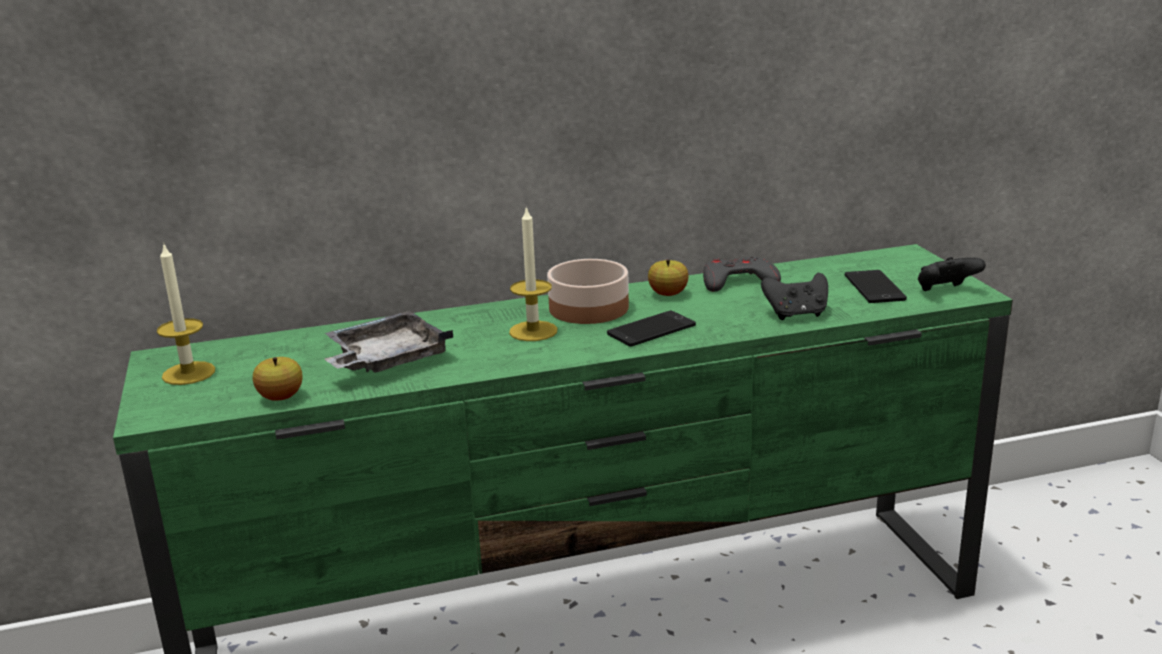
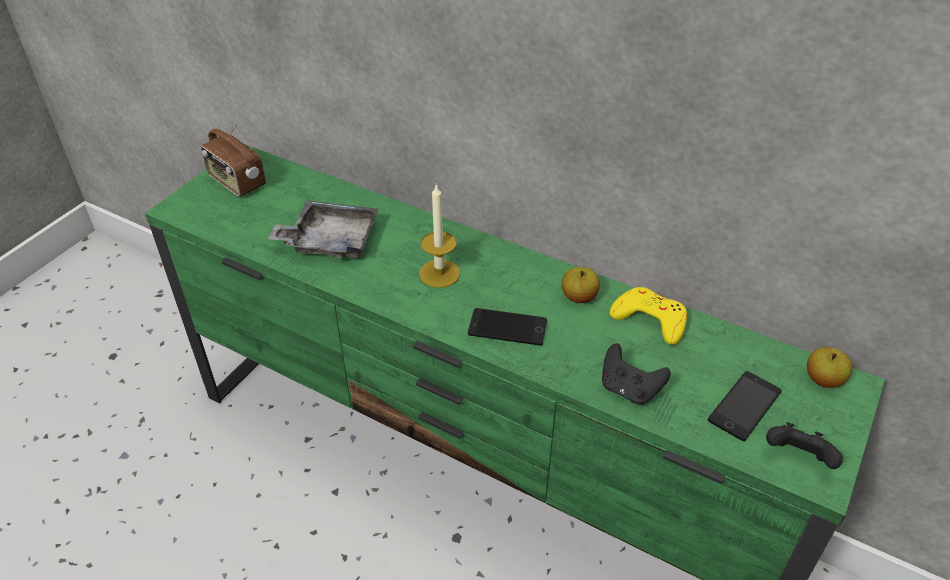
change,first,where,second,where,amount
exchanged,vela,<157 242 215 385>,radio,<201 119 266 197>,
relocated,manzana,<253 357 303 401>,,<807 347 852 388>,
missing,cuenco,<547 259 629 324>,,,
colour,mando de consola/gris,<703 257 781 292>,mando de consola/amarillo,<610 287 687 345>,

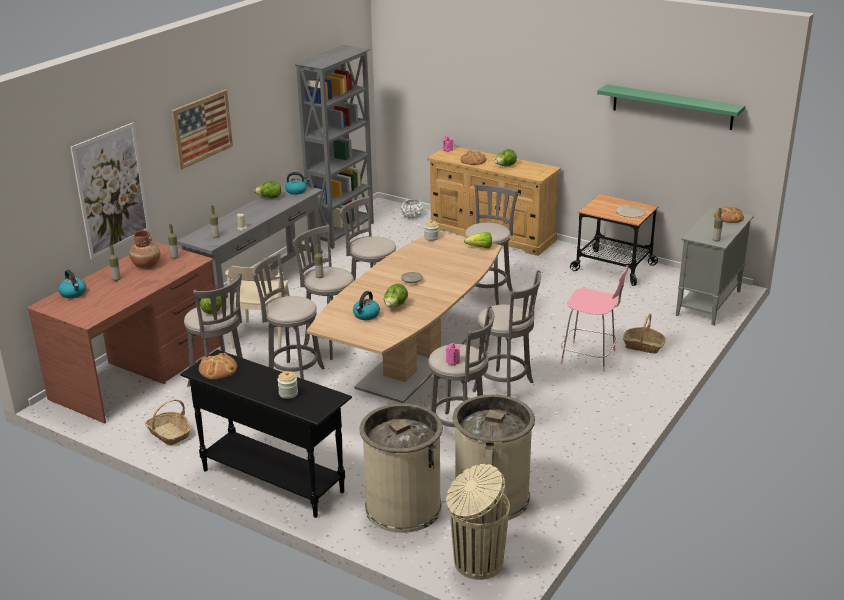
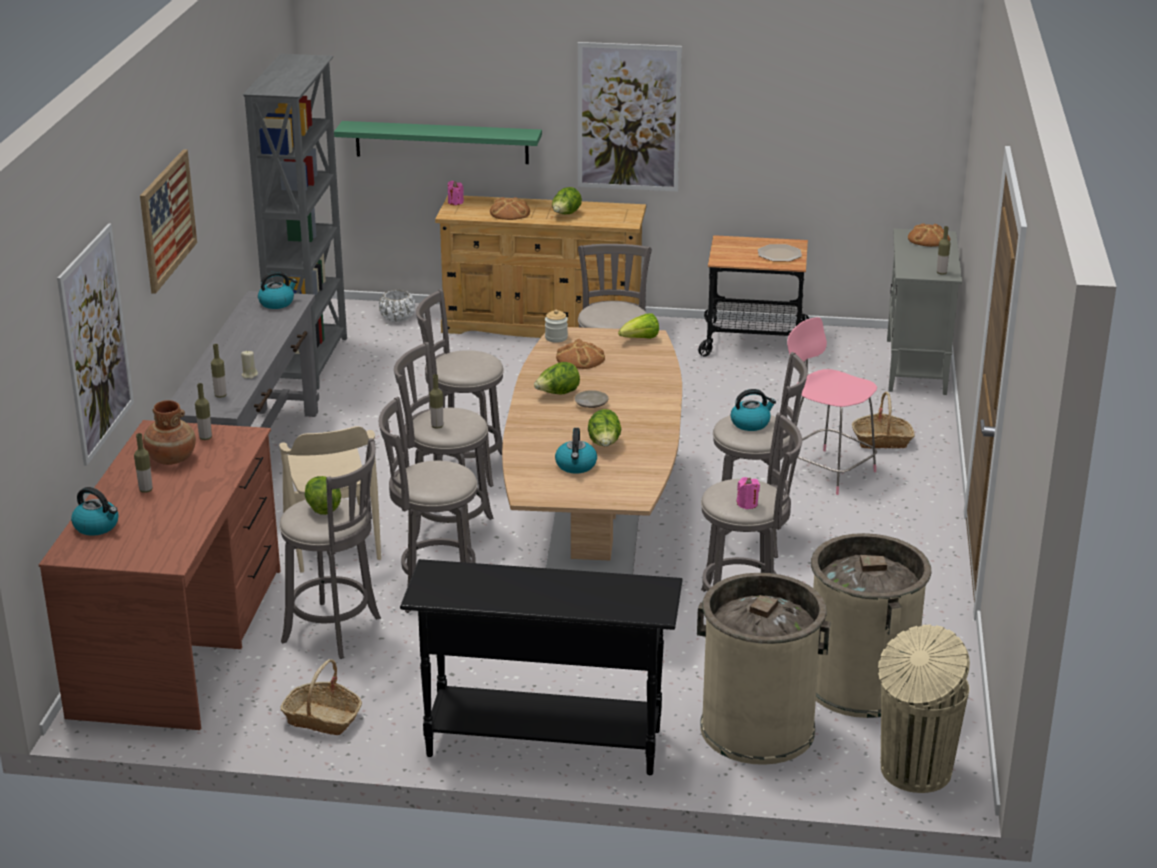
change,first,where,second,where,amount
relocated,pan,<199 353 237 379>,,<556 339 605 369>,
relocated,lechuga,<254 181 281 199>,,<534 362 580 395>,
missing,tarro,<277 371 298 399>,,,
spun,silla/rosa,<561 265 629 372>,,<787 317 877 495>,135 degrees counterclockwise
relocated,estante/verde,<597 84 745 130>,,<334 121 542 164>,
appeared,,,cuadro,<578 42 682 191>,
appeared,,,hervidor,<731 389 776 431>,

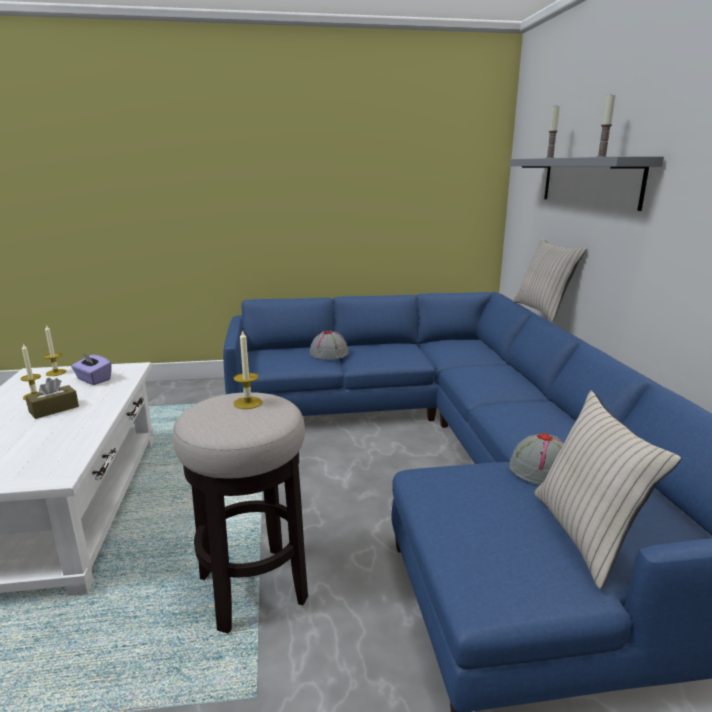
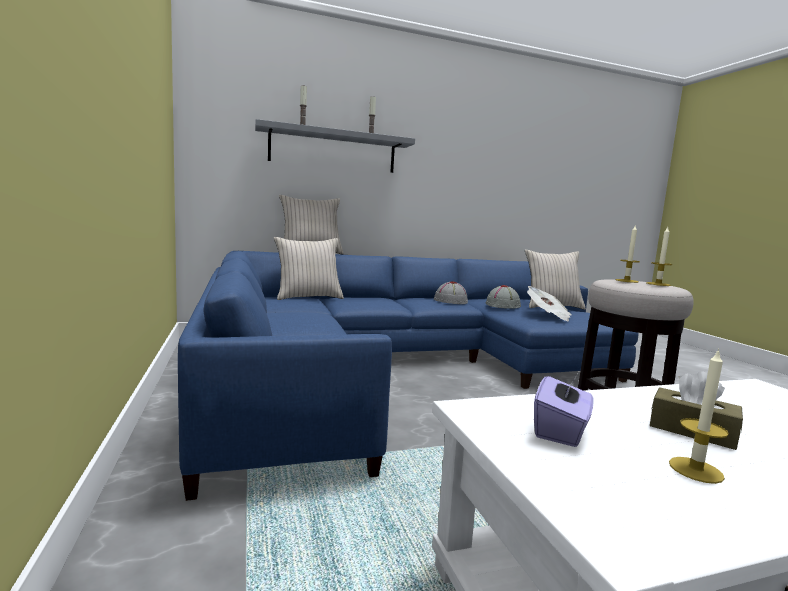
change,first,where,second,where,amount
relocated,vela,<44 324 66 376>,,<647 227 673 286>,
relocated,sombrero/gris,<310 331 349 360>,,<434 281 468 304>,
appeared,,,cojín/beis,<274 237 344 300>,
appeared,,,periódico,<527 286 572 321>,

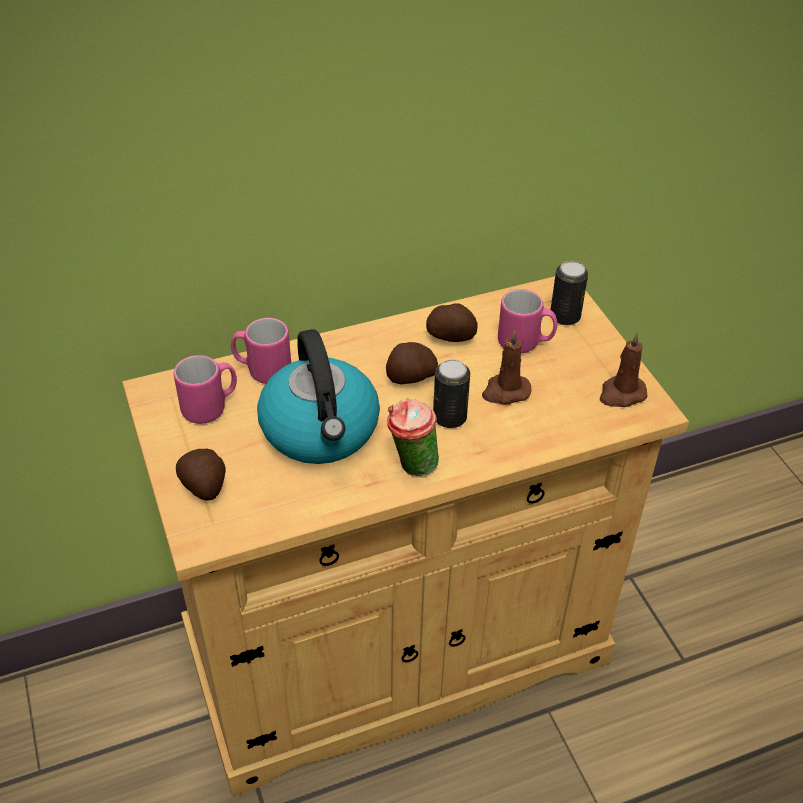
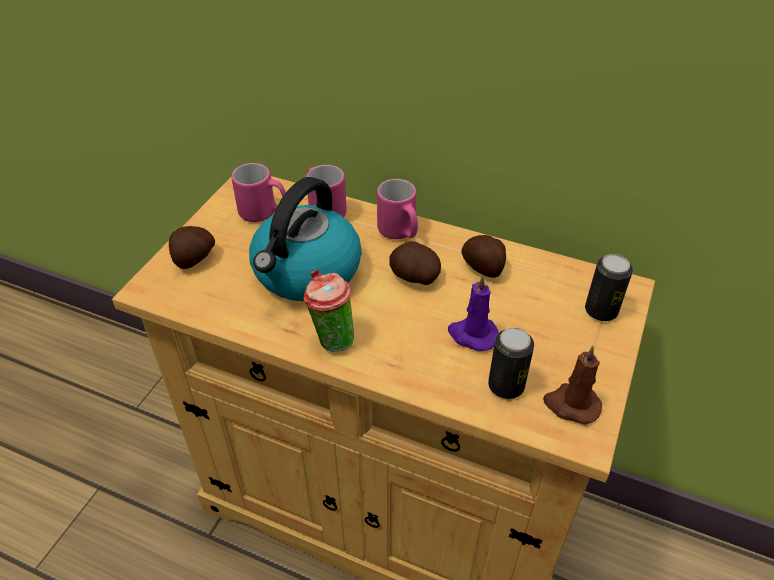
change,first,where,second,where,amount
relocated,lata,<433 359 470 428>,,<488 327 534 399>,
colour,vela/marrón,<482 329 532 404>,vela/morado,<448 275 499 352>,
relocated,taza grande/rosa,<498 289 557 353>,,<377 179 418 239>,

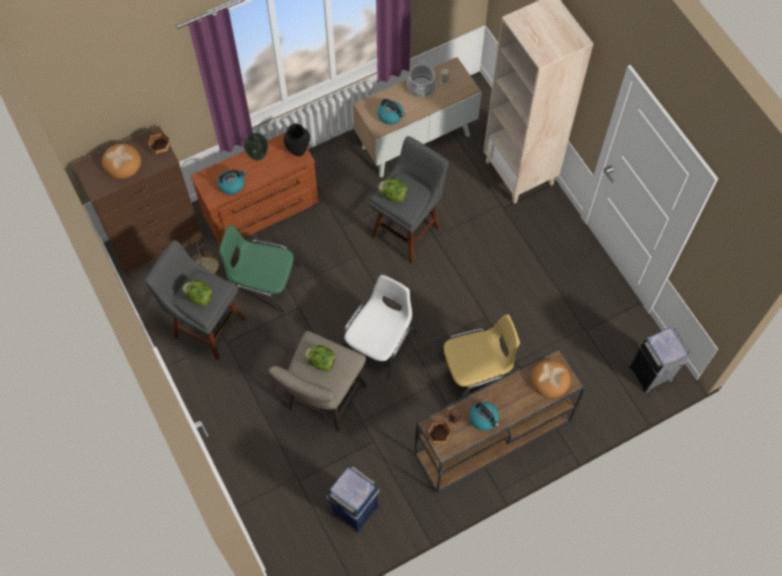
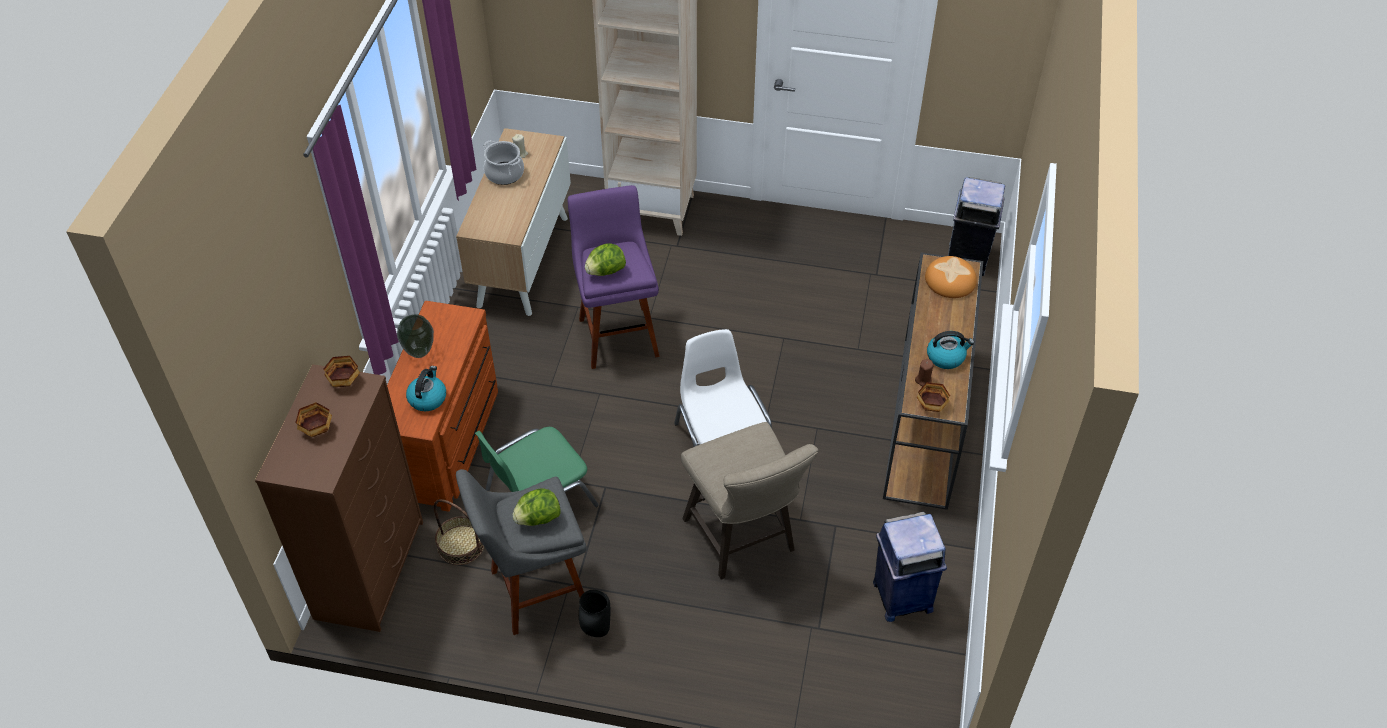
change,first,where,second,where,amount
exchanged,pan,<102 144 141 179>,cuenco,<295 402 332 437>,
relocated,florero/negro,<283 124 310 156>,,<579 590 610 637>,
missing,lechuga,<304 345 335 372>,,,
colour,taburete/gris,<368 136 449 264>,taburete/morado,<568 185 660 369>,
missing,hervidor,<378 99 405 124>,,,
missing,silla/amarillo,<438 314 520 401>,,,

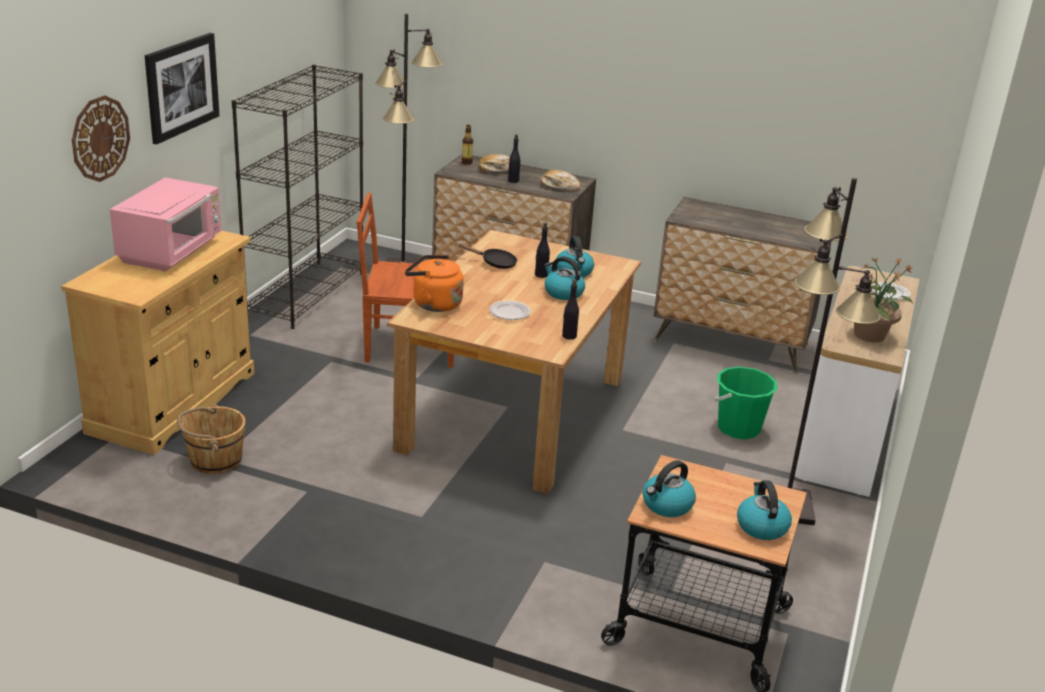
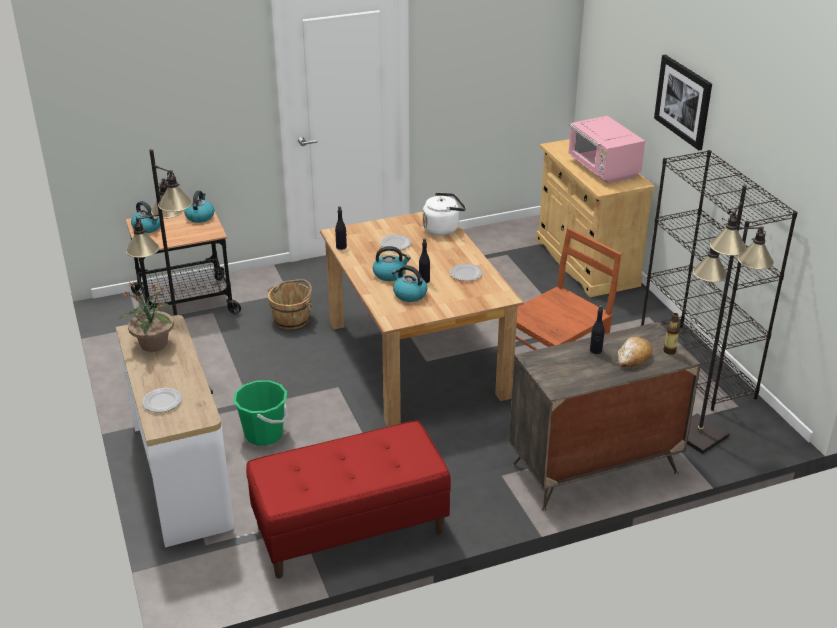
change,first,where,second,where,amount
missing,reloj de pared,<72 95 130 182>,,,
relocated,cubo/marrón,<177 404 246 474>,,<268 279 313 330>,
colour,hervidor/naranja,<405 255 464 312>,hervidor/blanco,<423 193 466 236>,
exchanged,sartén/negro,<459 244 517 269>,plato,<450 264 483 281>,
missing,pan,<541 170 581 191>,,,
exchanged,cómoda,<653 197 832 374>,banco/rojo,<246 421 451 578>,

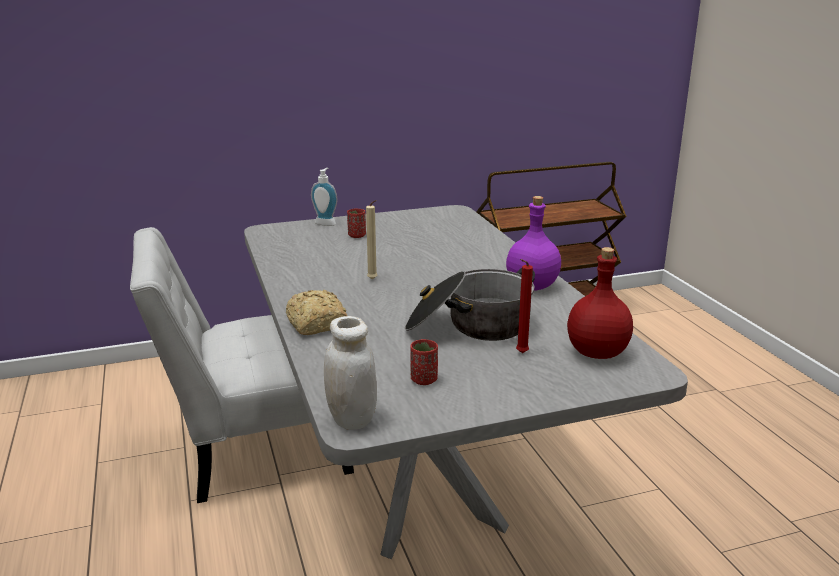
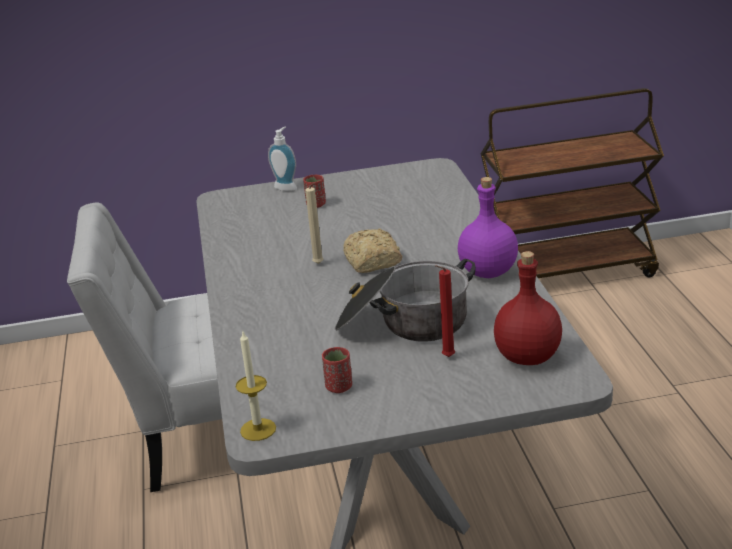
change,first,where,second,where,amount
relocated,pan,<286 290 347 335>,,<343 229 402 273>,
exchanged,tarro/blanco,<324 316 377 430>,vela,<235 332 276 441>,

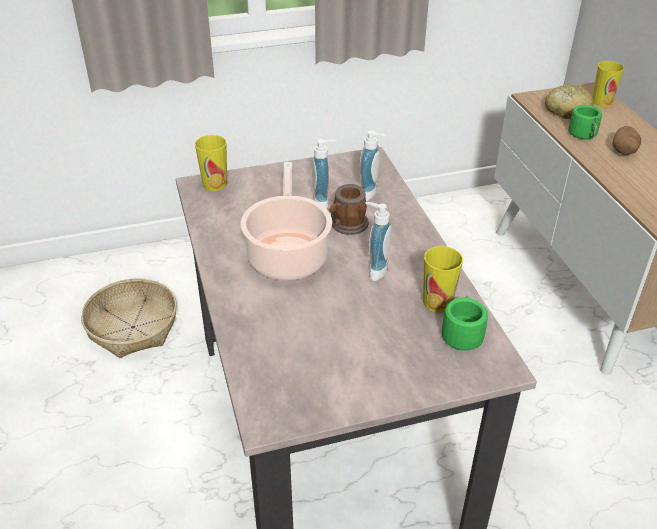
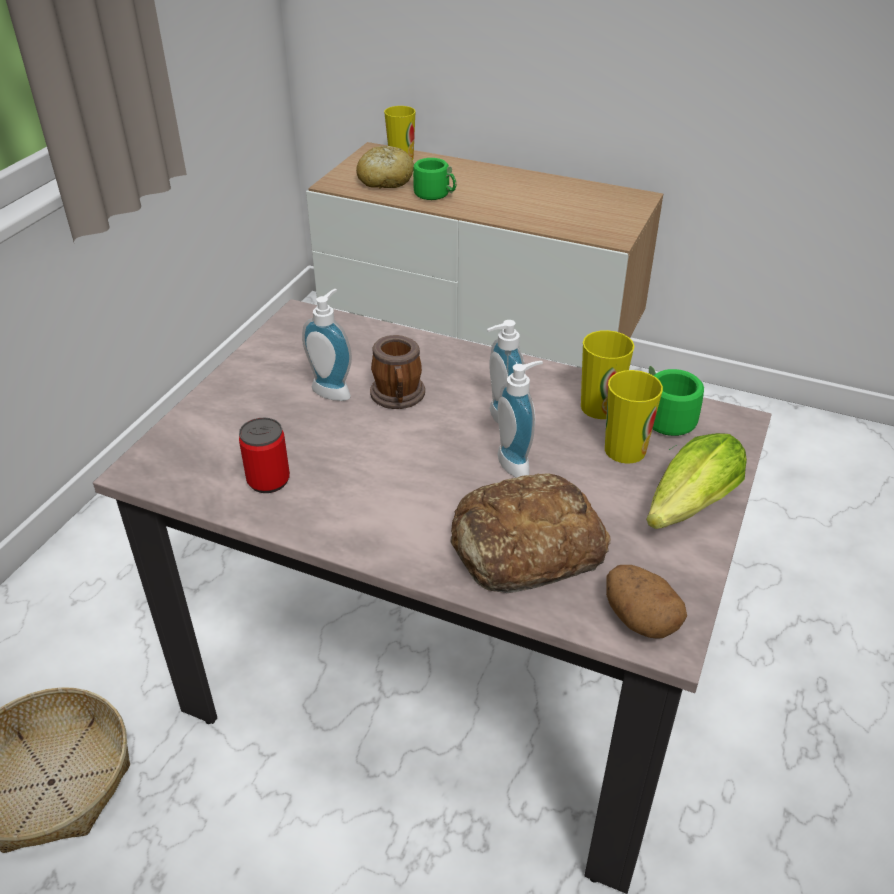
change,first,where,second,where,amount
relocated,taza,<195 135 227 191>,,<605 370 663 464>,
missing,olla,<240 162 332 280>,,,
relocated,dispensador de jabón,<360 130 386 201>,,<498 361 543 478>,
relocated,patata,<612 126 641 155>,,<606 565 687 639>,
appeared,,,lata,<239 418 290 493>,
appeared,,,pan,<451 473 611 593>,
appeared,,,lechuga,<646 433 747 529>,

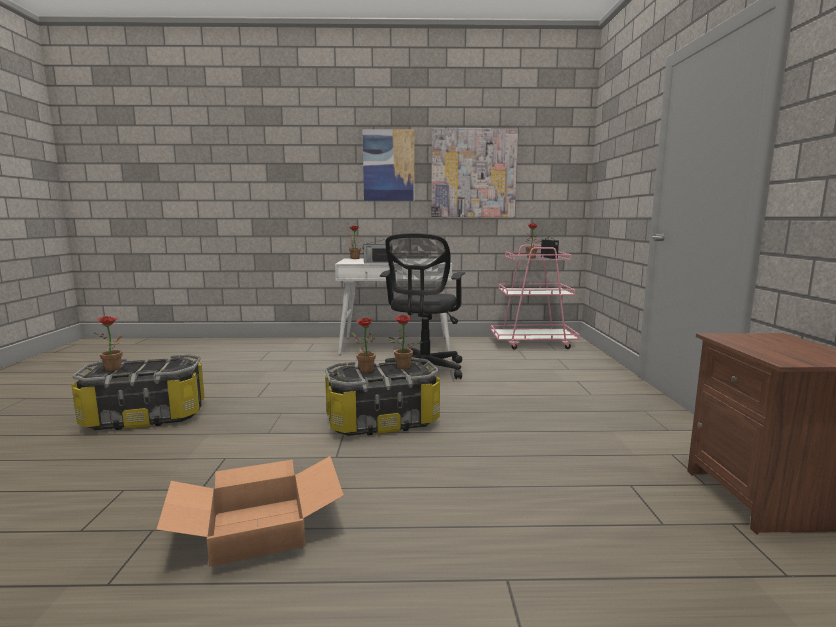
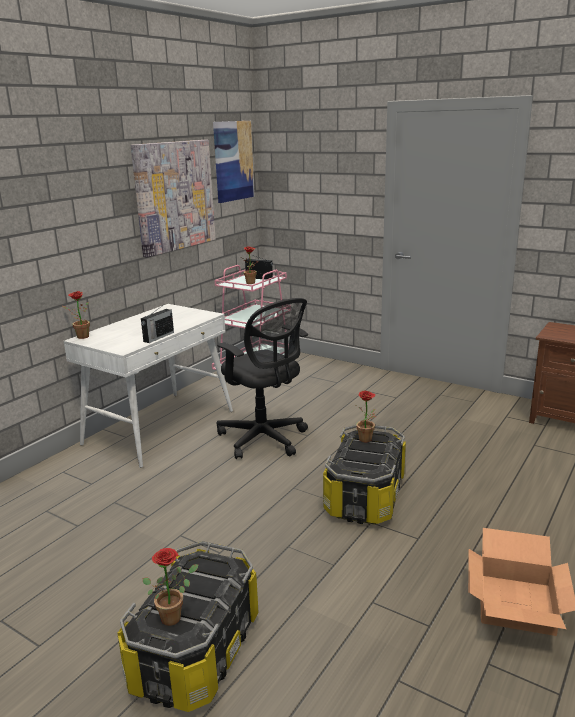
change,first,where,second,where,amount
missing,planta en maceta,<351 317 378 373>,,,
relocated,cuadro,<362 129 415 201>,,<213 121 254 203>,

